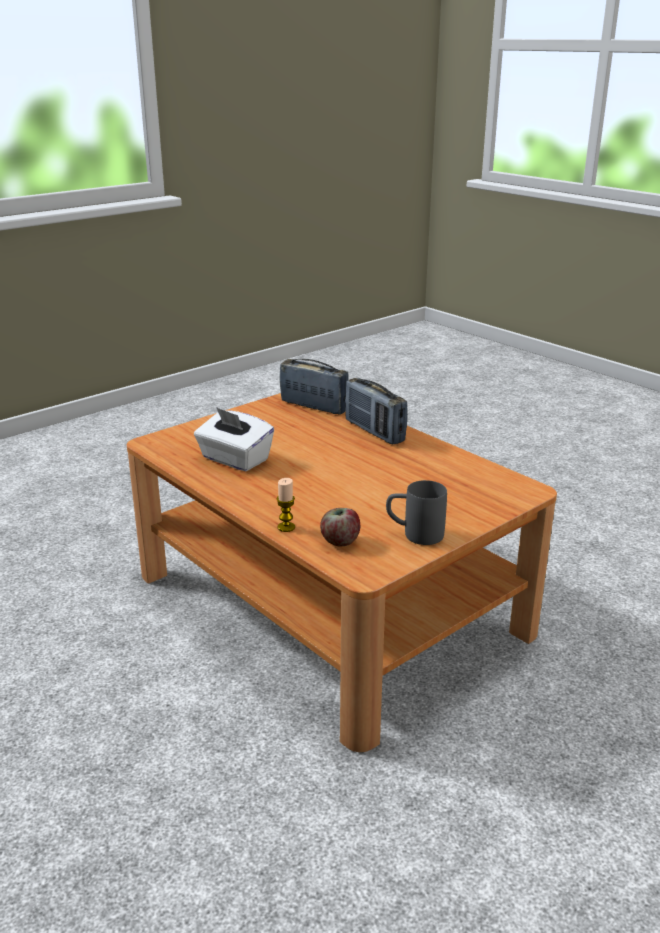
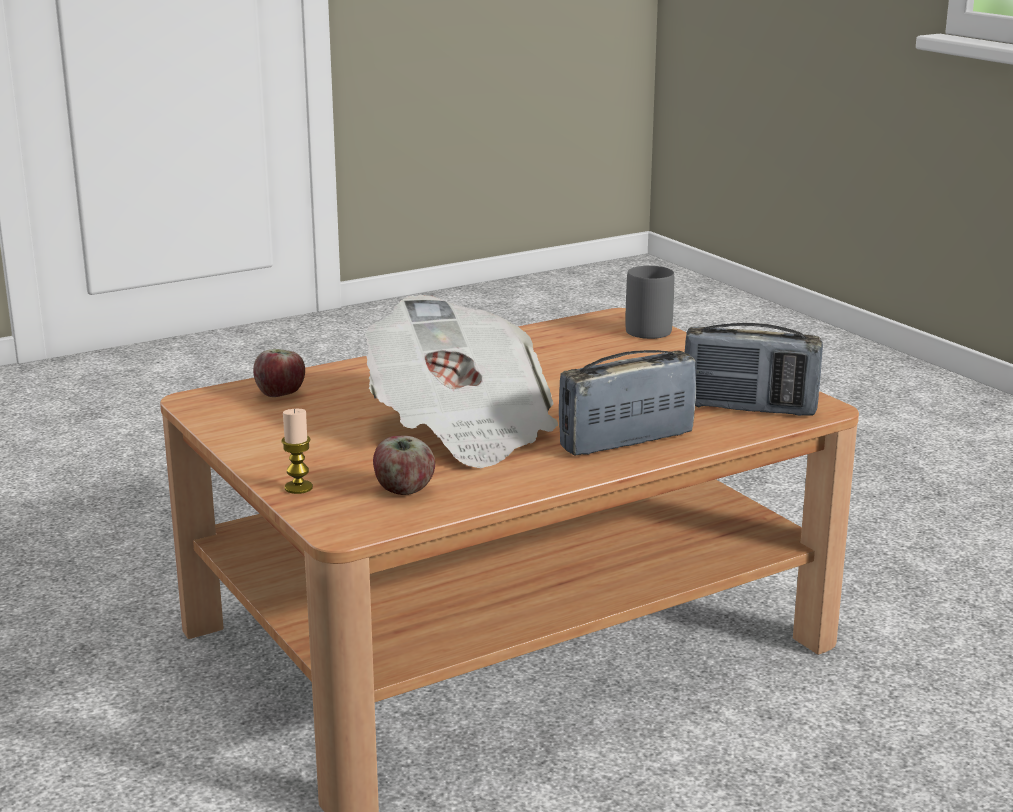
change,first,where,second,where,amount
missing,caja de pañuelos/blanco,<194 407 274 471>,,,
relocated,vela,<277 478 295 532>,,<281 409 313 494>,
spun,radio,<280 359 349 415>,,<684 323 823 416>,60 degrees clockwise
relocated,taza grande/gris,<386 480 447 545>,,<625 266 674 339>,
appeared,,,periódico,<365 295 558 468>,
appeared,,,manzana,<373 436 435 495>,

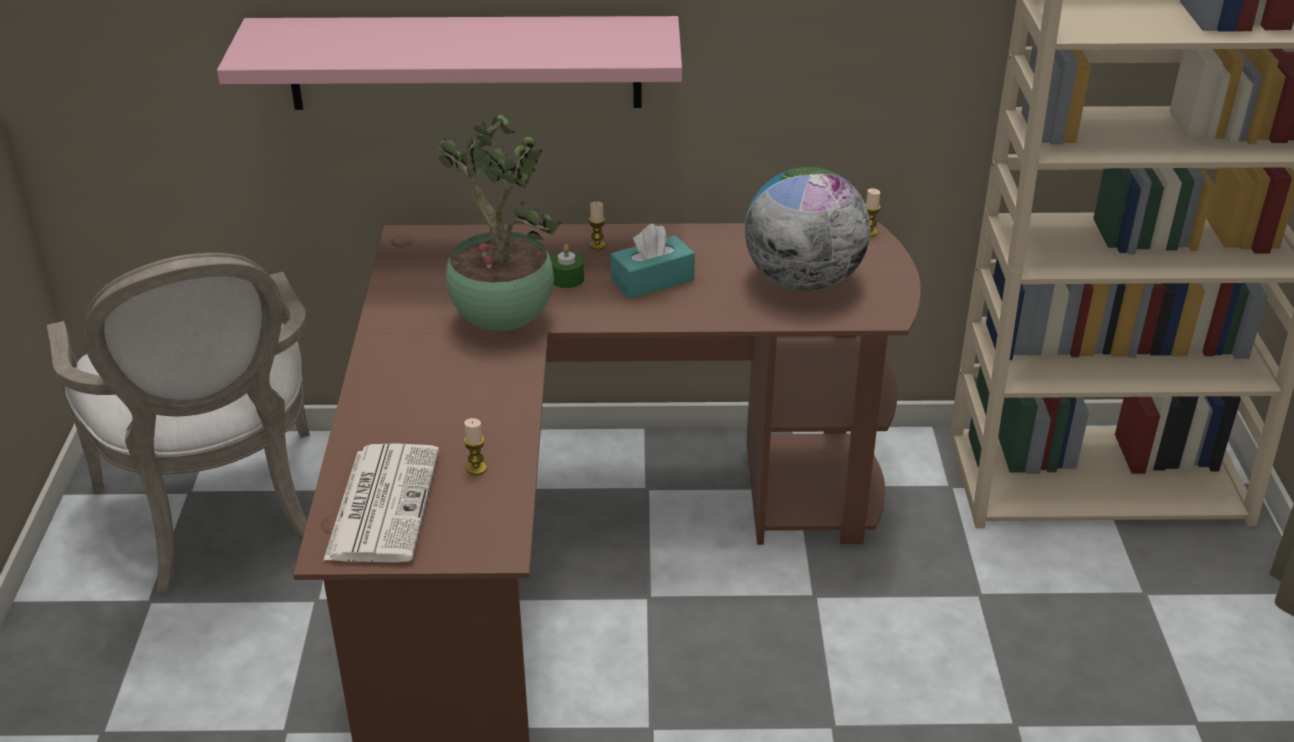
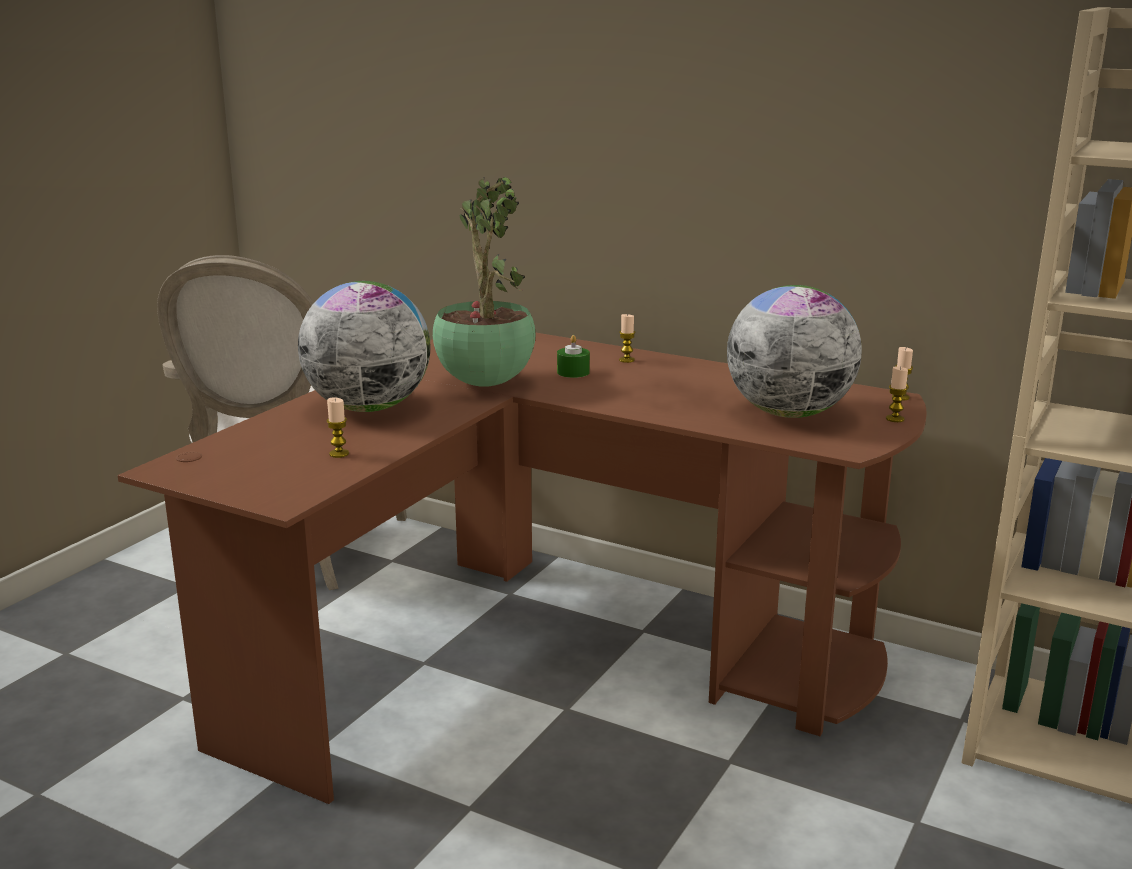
change,first,where,second,where,amount
missing,estante/rosa,<217 16 682 110>,,,
missing,periódico,<323 443 439 562>,,,
missing,caja de pañuelos/turquesa,<611 223 695 299>,,,
appeared,,,globo terráqueo,<298 281 430 412>,
appeared,,,vela,<886 367 908 422>,

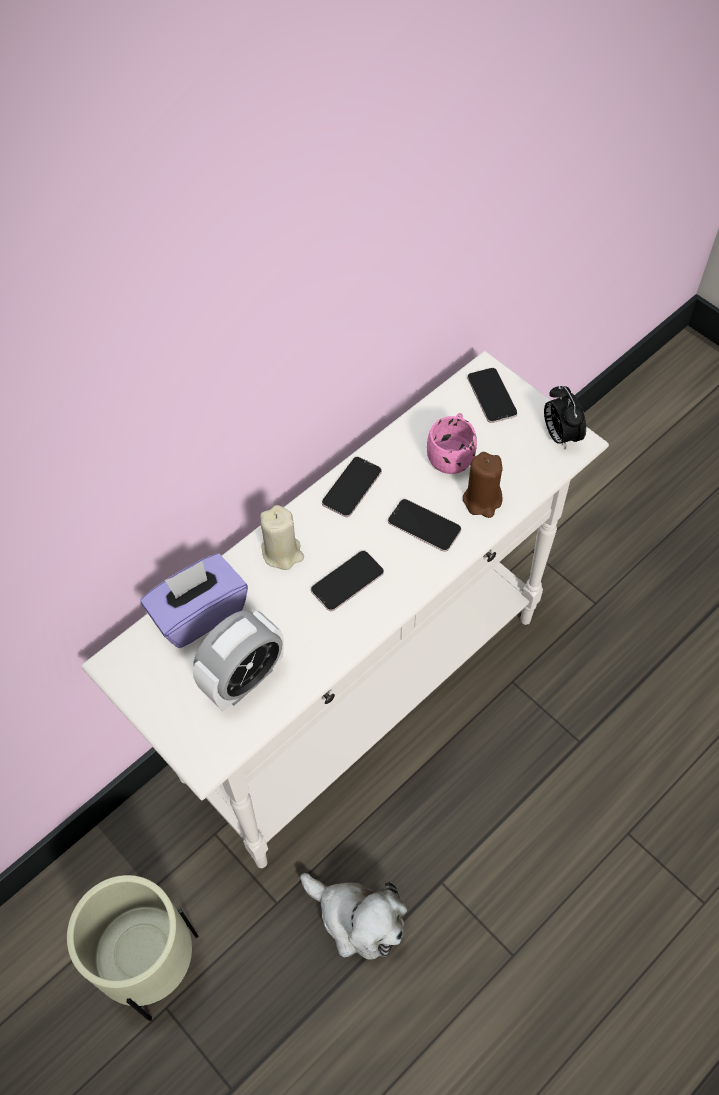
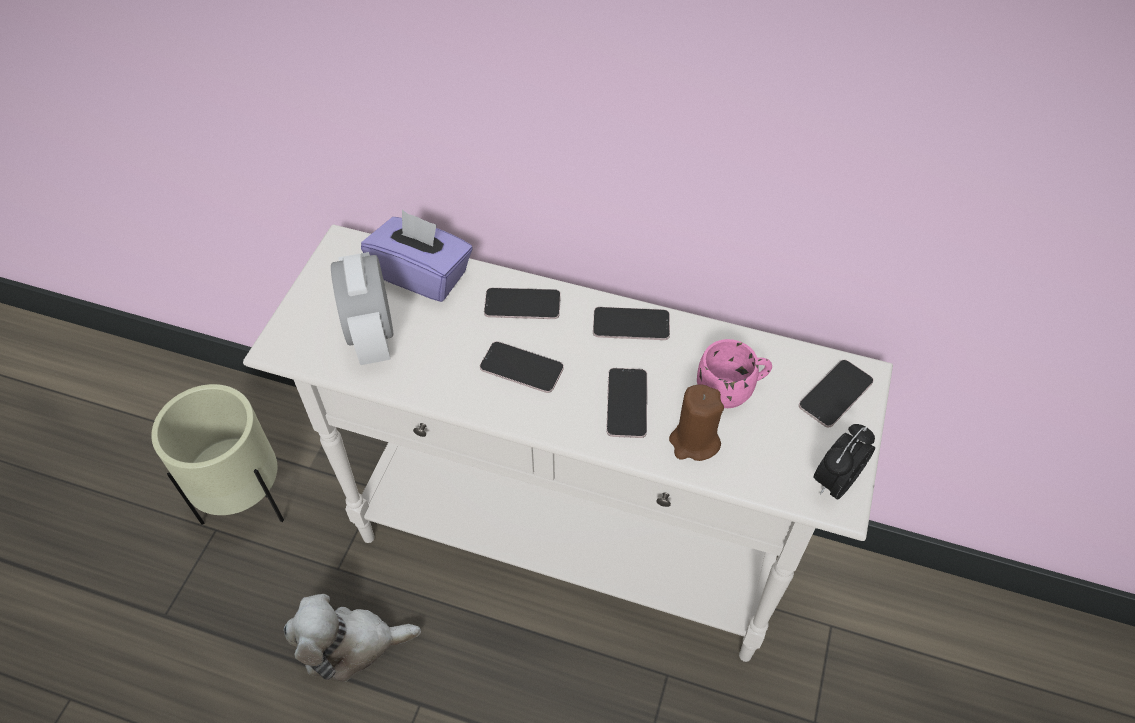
change,first,where,second,where,amount
spun,despertador,<193 610 284 711>,,<331 252 393 365>,60 degrees clockwise
exchanged,vela/beis,<260 505 304 570>,móvil,<484 288 561 319>,
spun,peluche,<300 873 407 960>,,<284 594 421 682>,75 degrees clockwise

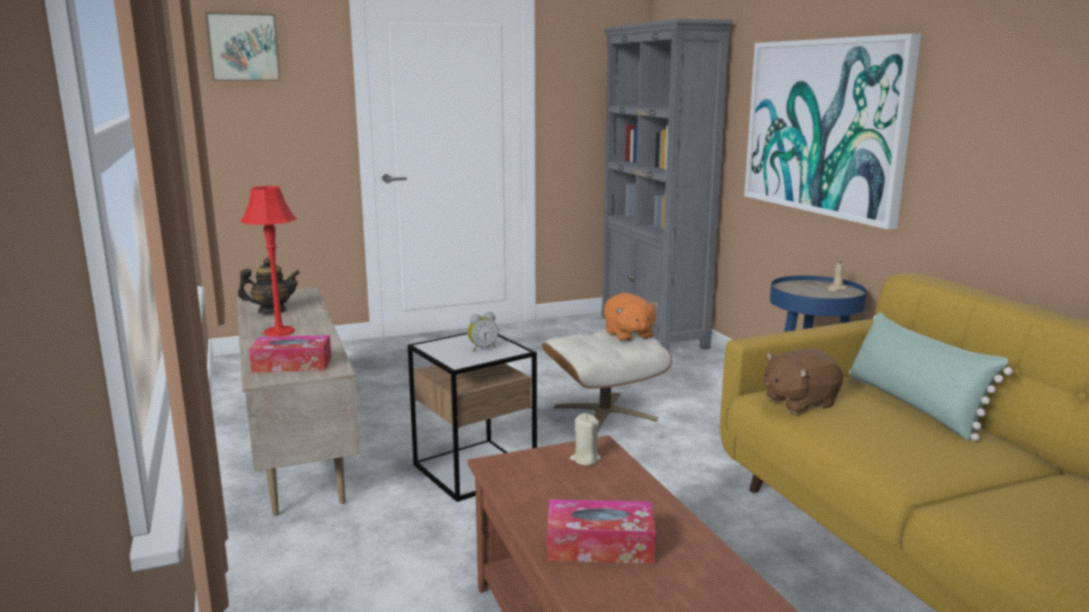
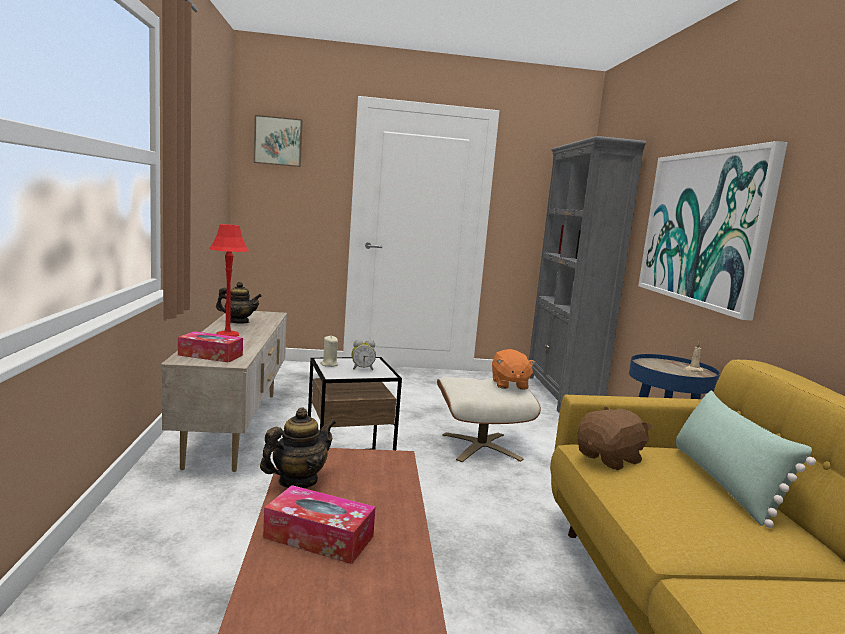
change,first,where,second,where,amount
relocated,vela/beis,<570 413 601 465>,,<320 336 338 367>,
spun,peluche/marrón,<764 349 843 413>,,<577 407 653 470>,150 degrees clockwise
appeared,,,tetera,<260 407 336 488>,

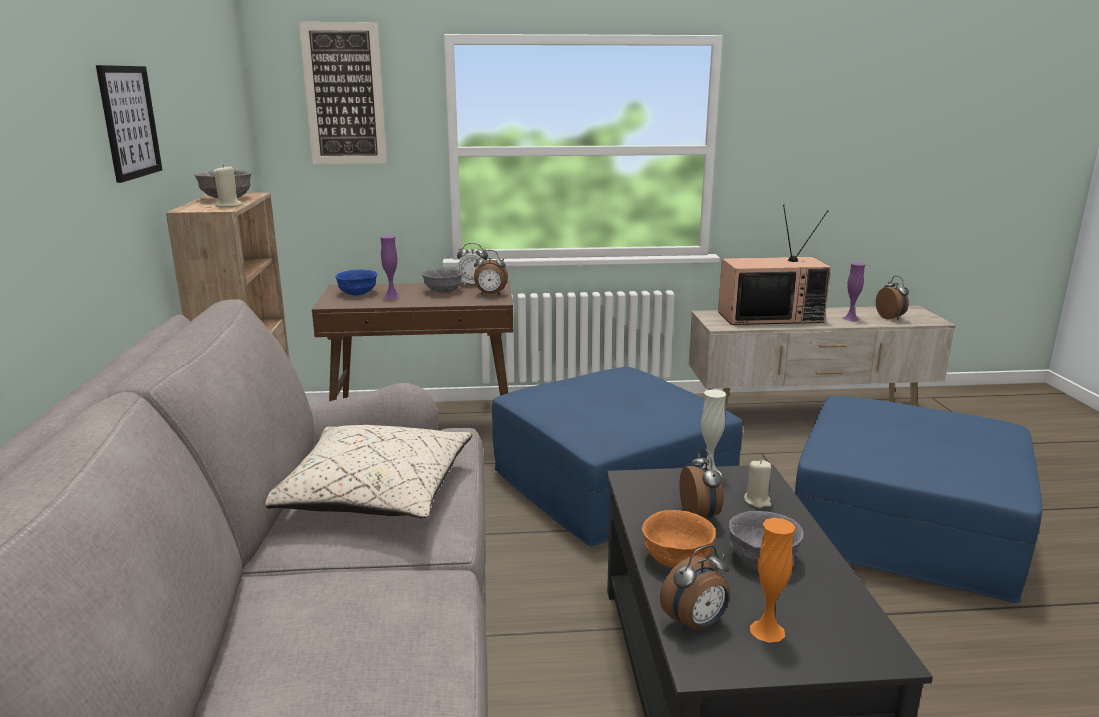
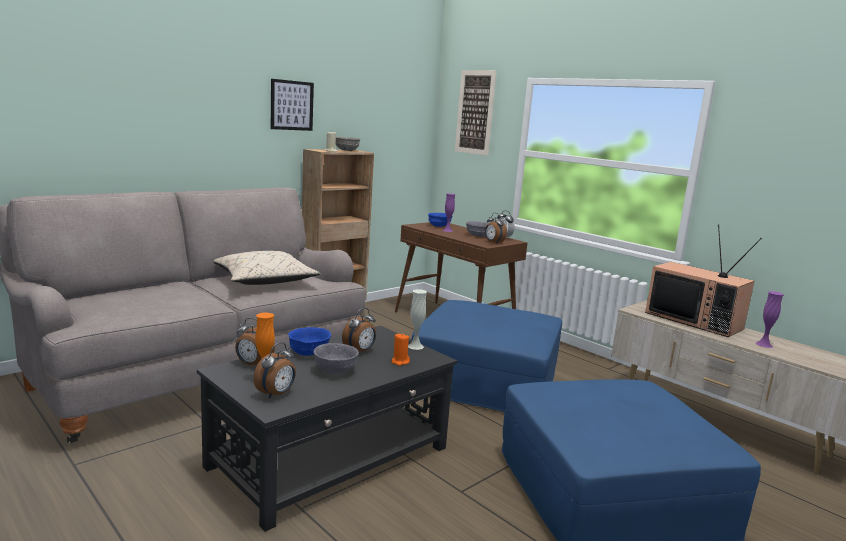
change,first,where,second,where,amount
colour,cuenco/naranja,<642 510 716 568>,cuenco/azul,<288 327 331 356>,
colour,vela/beis,<744 460 772 508>,vela/naranja,<392 333 410 366>,
relocated,despertador,<876 276 909 320>,,<253 342 296 399>,

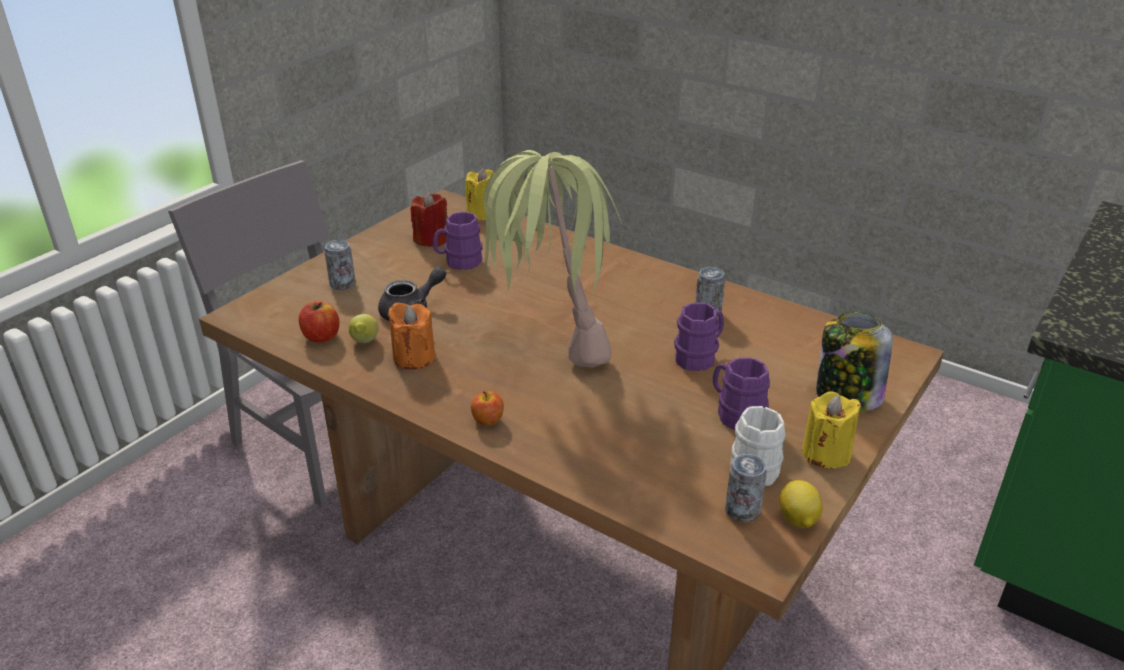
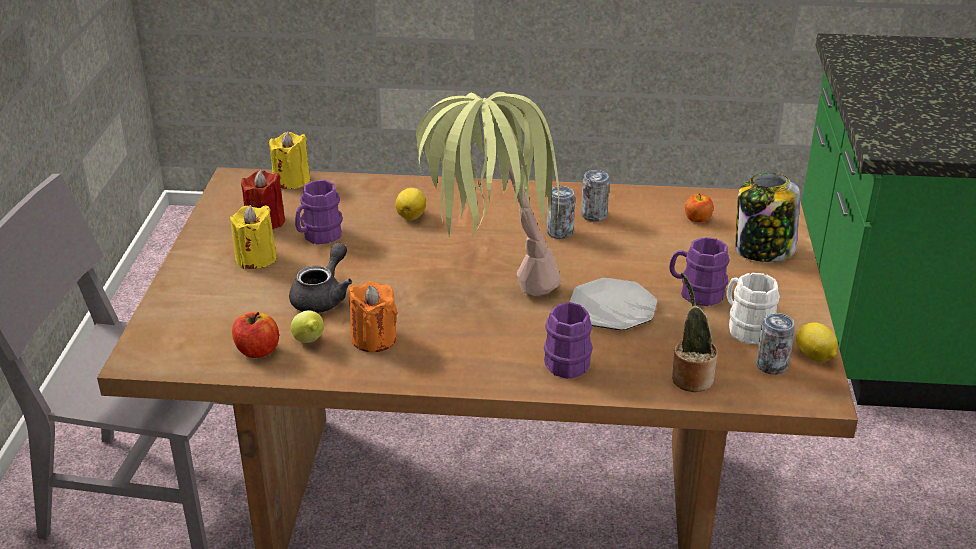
change,first,where,second,where,amount
relocated,lata,<324 240 356 290>,,<547 186 575 239>,
relocated,manzana,<471 391 504 425>,,<685 193 713 222>,
relocated,taza grande/morado,<674 302 724 371>,,<544 302 593 379>,
relocated,vela/amarillo,<802 391 861 468>,,<230 205 277 269>,
appeared,,,limón,<395 188 426 220>,
appeared,,,plato,<570 278 657 330>,
appeared,,,planta en maceta,<672 273 718 392>,

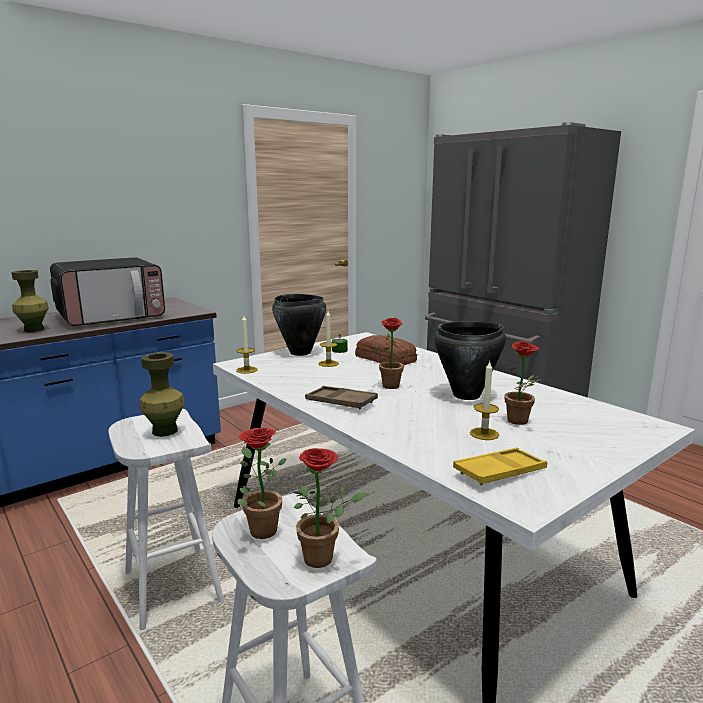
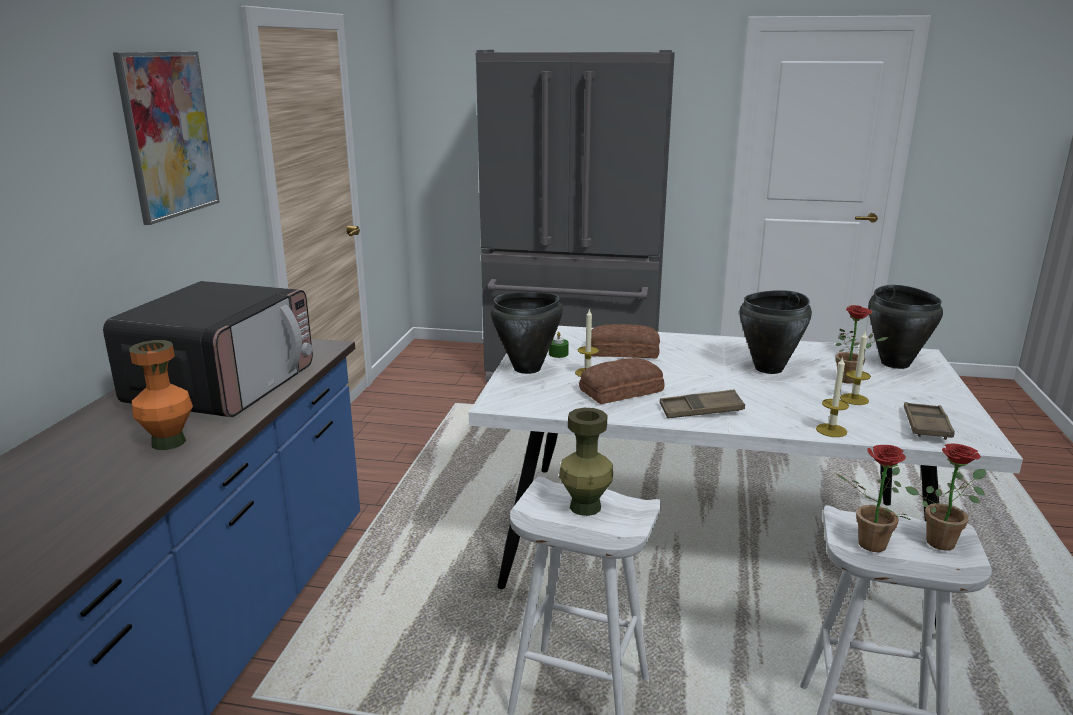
change,first,where,second,where,amount
colour,florero/verde,<12 270 49 332>,florero/naranja,<129 340 193 450>,
relocated,vela,<236 316 258 374>,,<816 356 849 437>,
missing,planta en maceta,<370 318 417 389>,,,
colour,bandeja/amarillo,<453 448 547 486>,bandeja/marrón,<904 402 955 440>,
appeared,,,cuadro,<113 51 220 225>,
appeared,,,pan,<579 358 665 404>,
appeared,,,olla/negro,<868 285 943 369>,

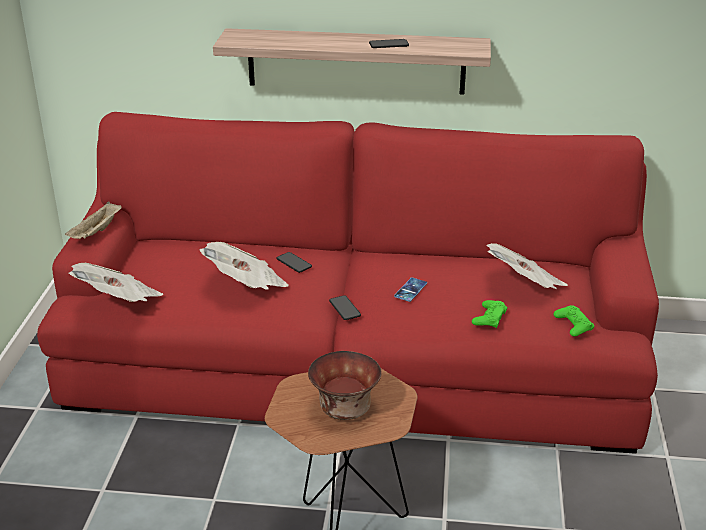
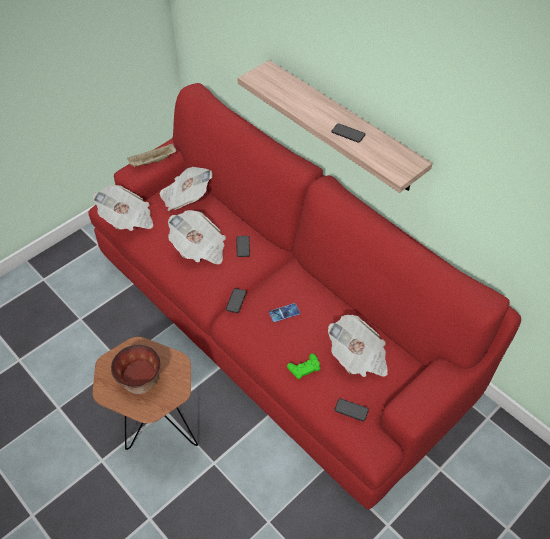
change,first,where,second,where,amount
exchanged,mando de consola/verde,<553 305 594 337>,móvil,<334 398 369 421>,
appeared,,,periódico,<160 167 213 211>,

